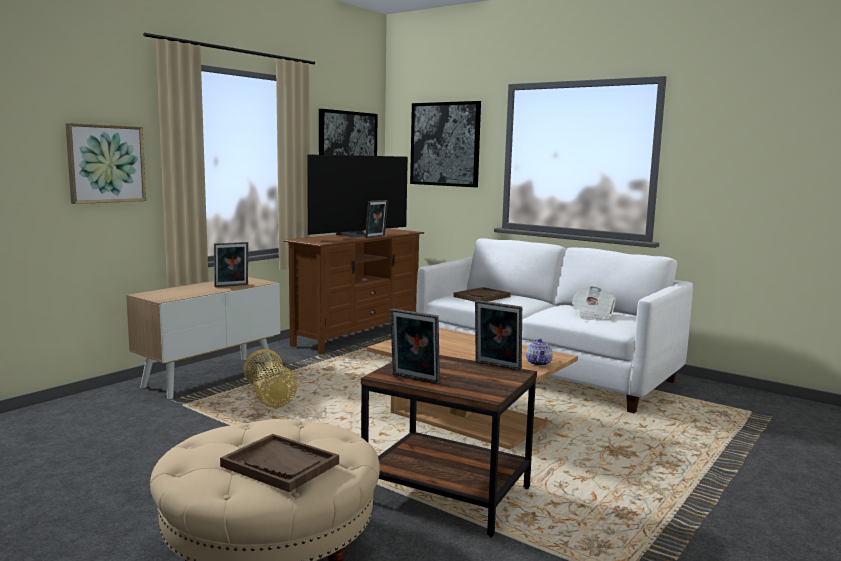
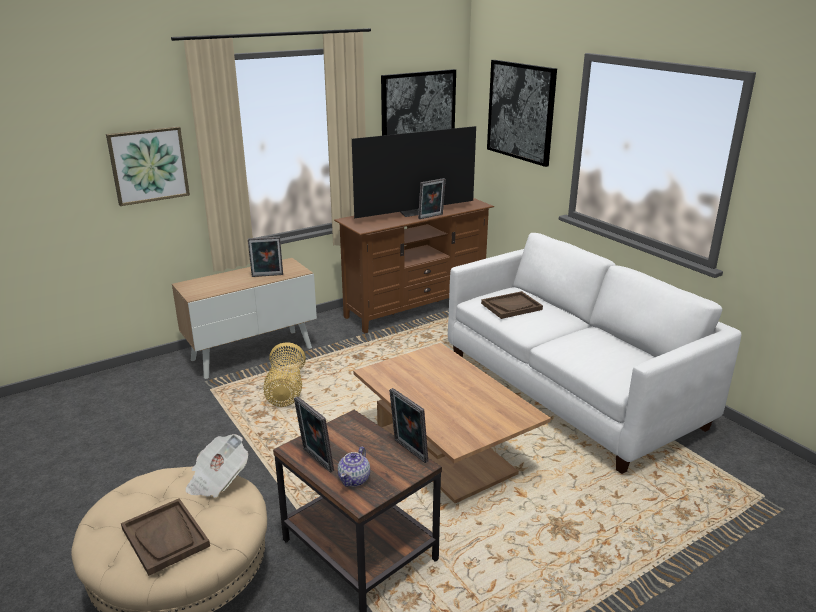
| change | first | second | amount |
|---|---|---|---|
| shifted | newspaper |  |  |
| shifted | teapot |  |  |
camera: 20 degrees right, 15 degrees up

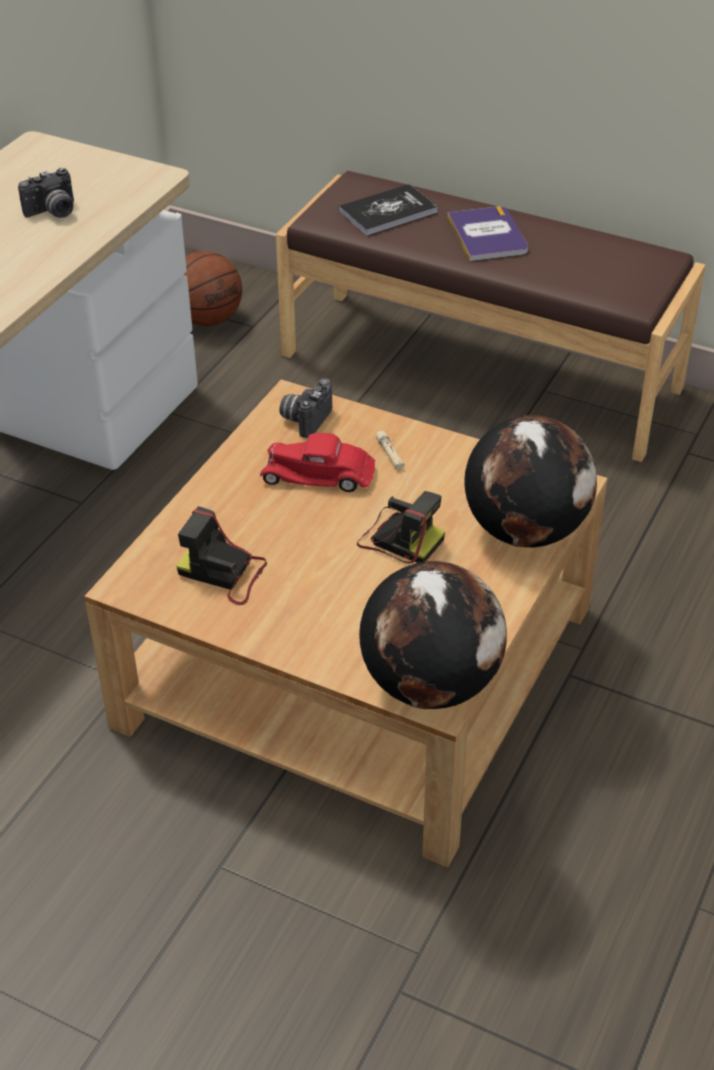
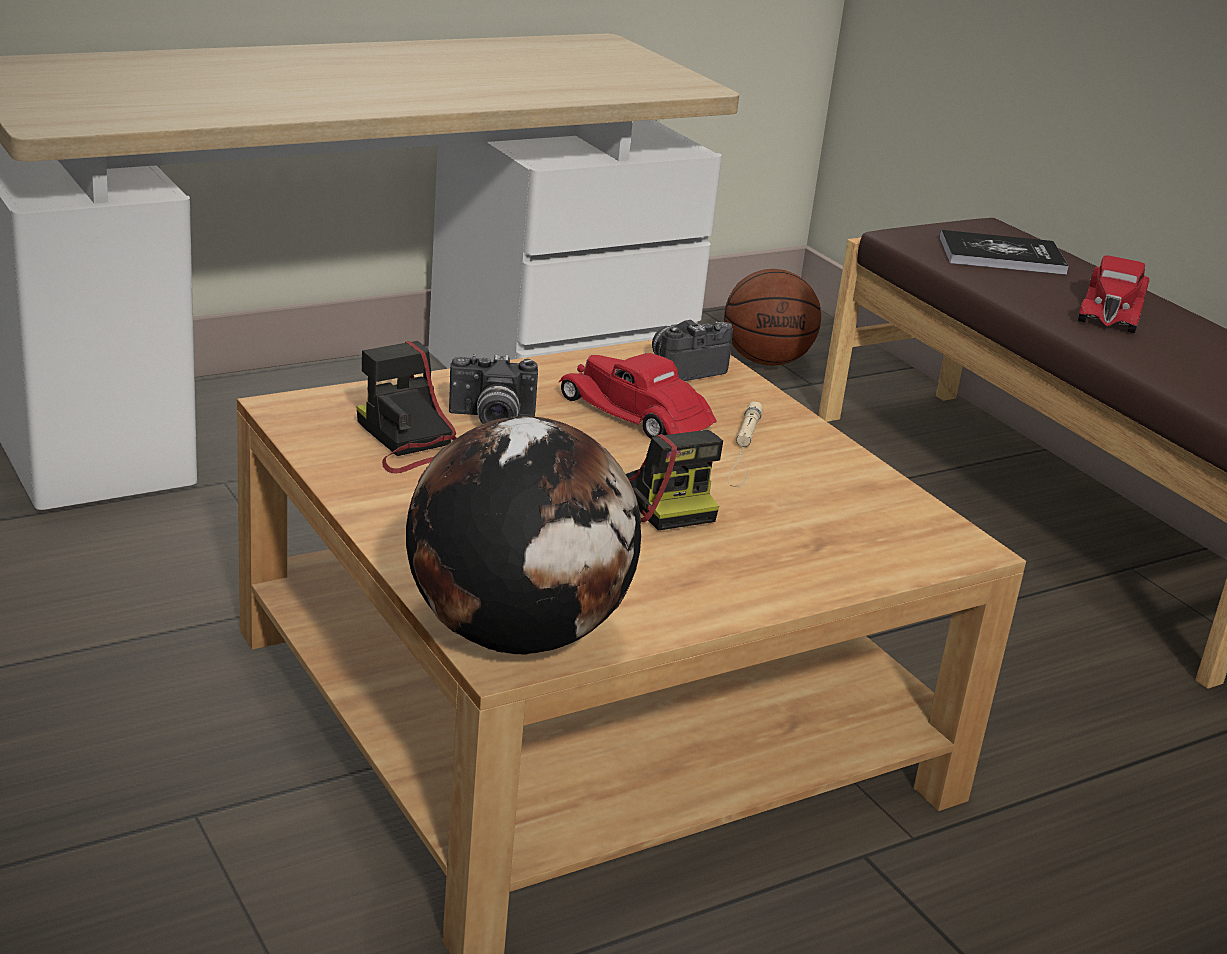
| change | first | second | amount |
|---|---|---|---|
| shifted | photo camera (no. 1 from left in the first image) | photo camera (no. 2 from left) |  |
| swapped | book (no. 2 from left) | toy car in red (no. 2 from left) |  |
| gone | globe (no. 2 from left) |  |  |
camera: 30 degrees right, 15 degrees down

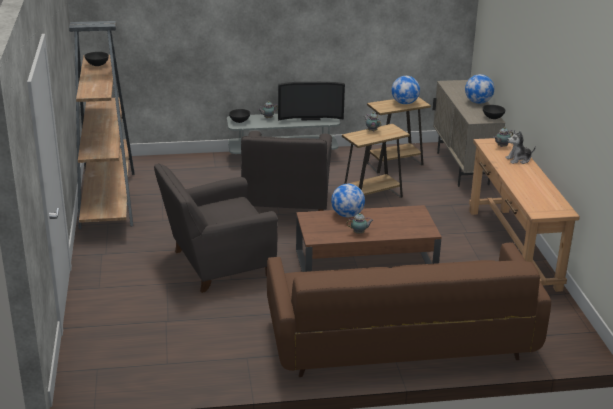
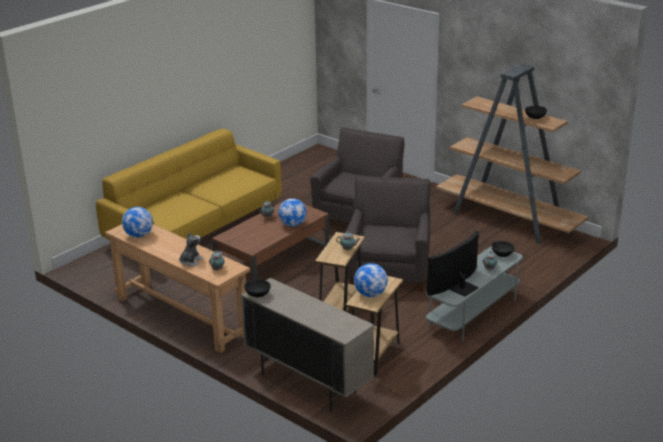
| change | first | second | amount |
|---|---|---|---|
| shifted | globe (no. 3 from left in the first image) | globe (no. 1 from left) |  |
| rotated | armchair in grey (no. 2 from left) |  | 45 degrees clockwise |
| repainted | sofa in brown | sofa in yellow |  |
camera: 140 degrees right, 0 degrees up

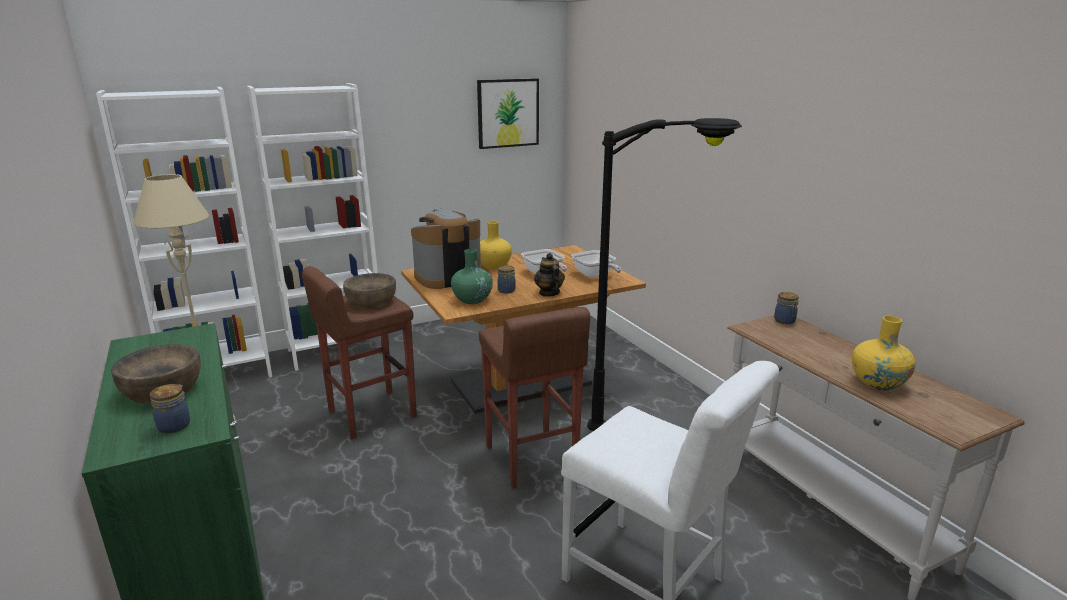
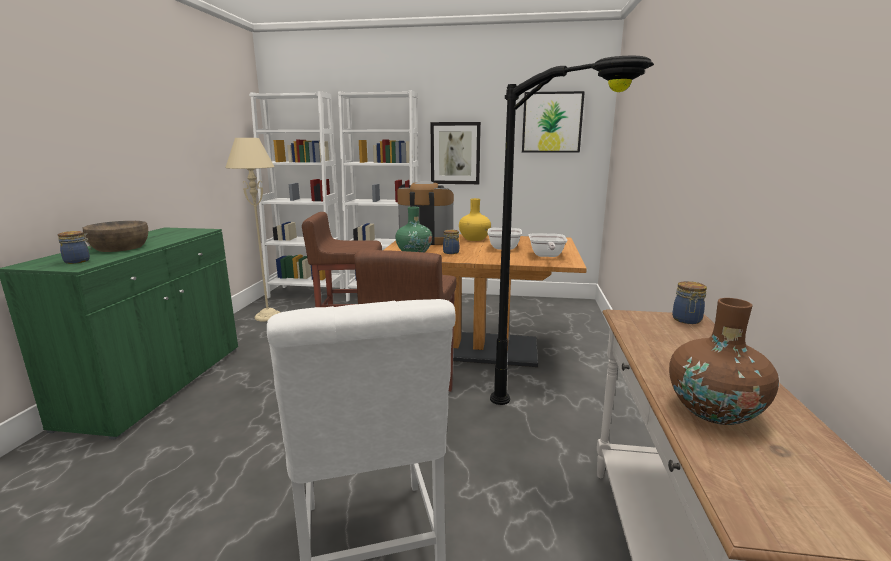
| change | first | second | amount |
|---|---|---|---|
| gone | teapot |  |  |
| gone | bowl in brown (no. 2 from left) |  |  |
| repainted | vase in yellow (no. 2 from left) | vase in brown |  |
| new |  | picture (no. 1 from left) |  |
camera: 35 degrees right, 5 degrees down

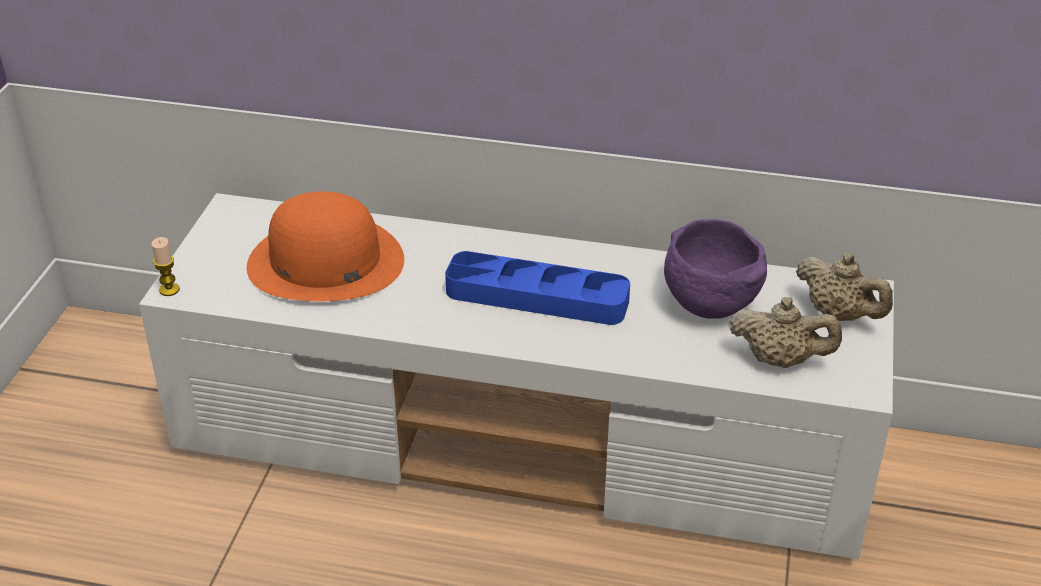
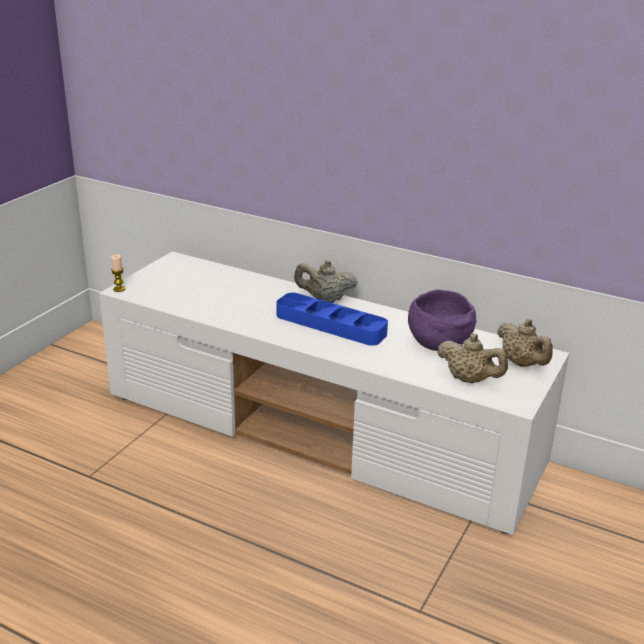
| change | first | second | amount |
|---|---|---|---|
| gone | hat in orange |  |  |
| new |  | teapot in beige (no. 1 from left) |  |
camera: 15 degrees right, 10 degrees down

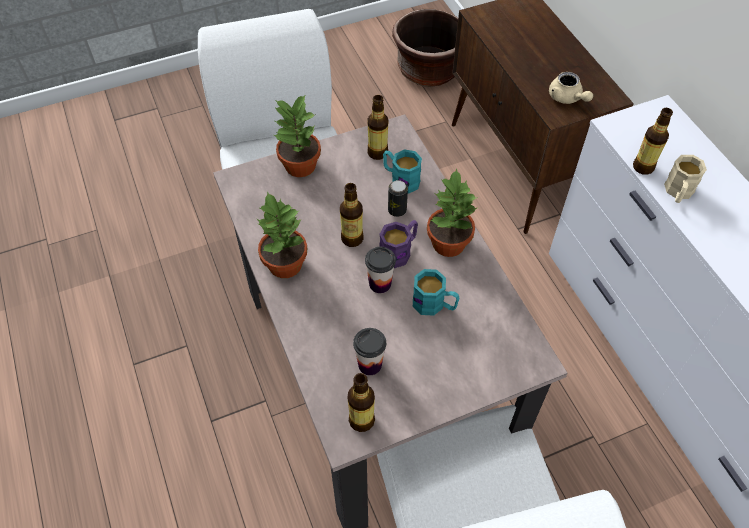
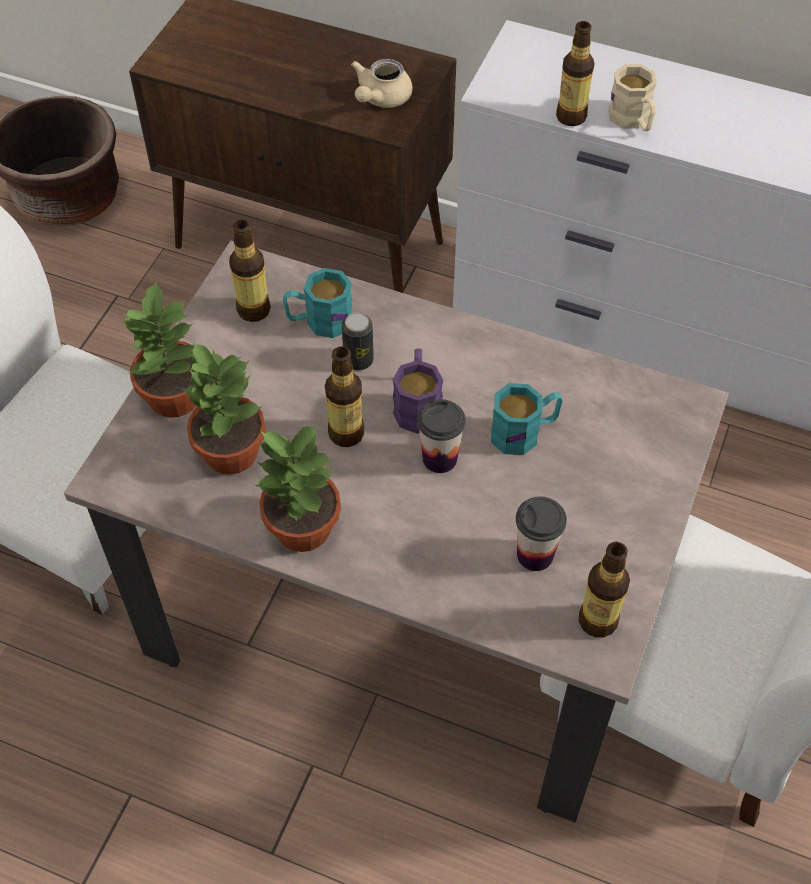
| change | first | second | amount |
|---|---|---|---|
| rotated | teapot in beige |  | 105 degrees clockwise |
| shifted | potted plant (no. 3 from left in the first image) | potted plant (no. 2 from left) |  |
camera: 45 degrees left, 0 degrees up

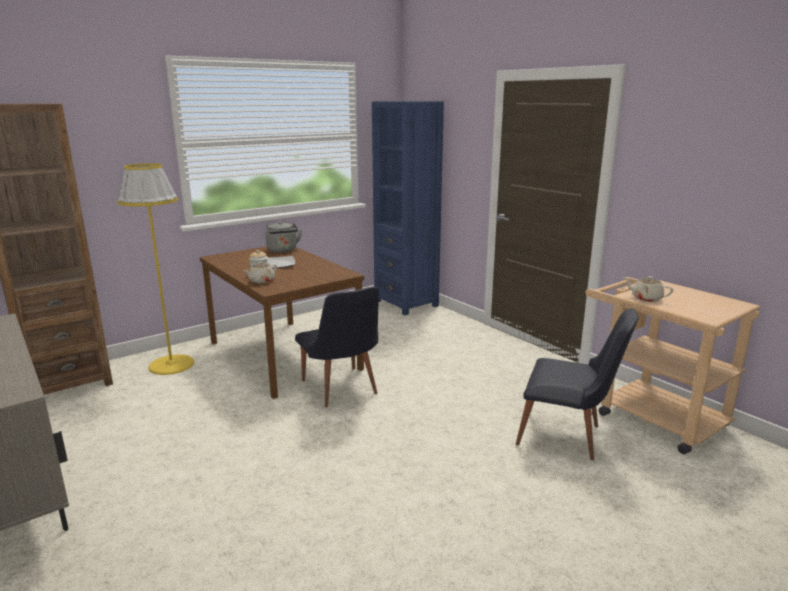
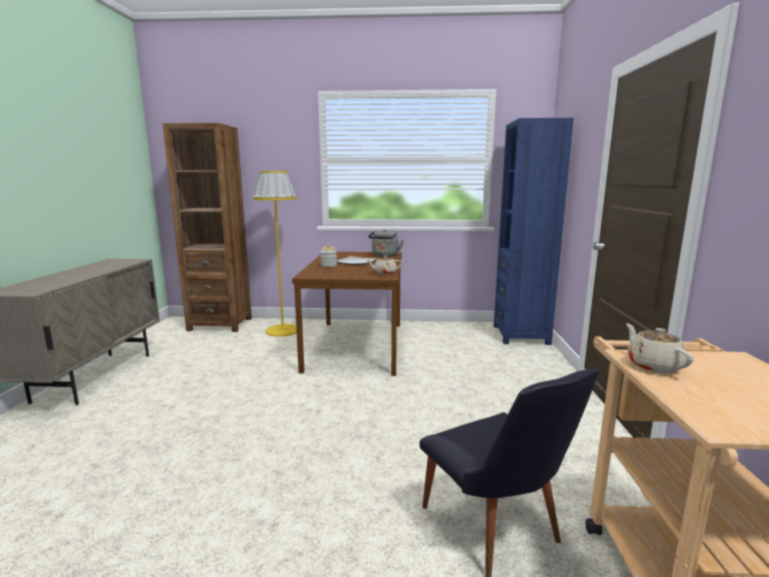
| change | first | second | amount |
|---|---|---|---|
| shifted | teapot in beige (no. 1 from left) |  |  |
| gone | chair in black (no. 1 from left) |  |  |
camera: 40 degrees right, 5 degrees down

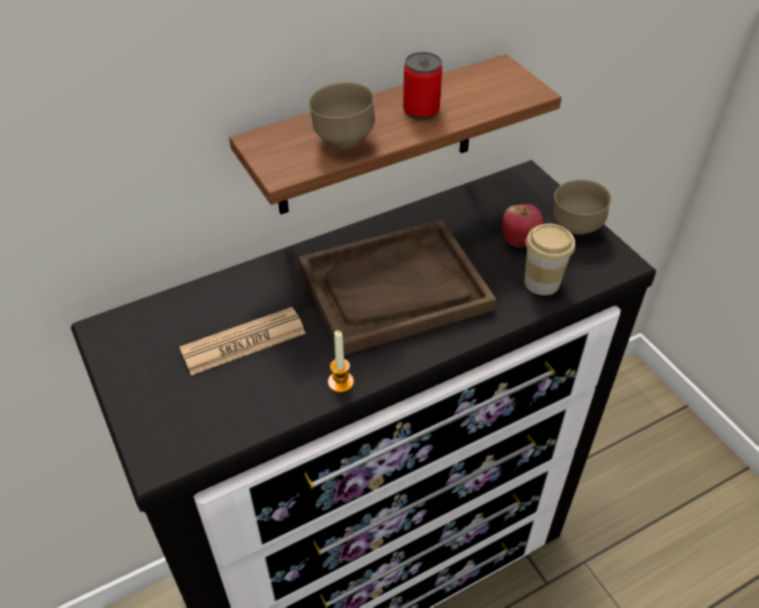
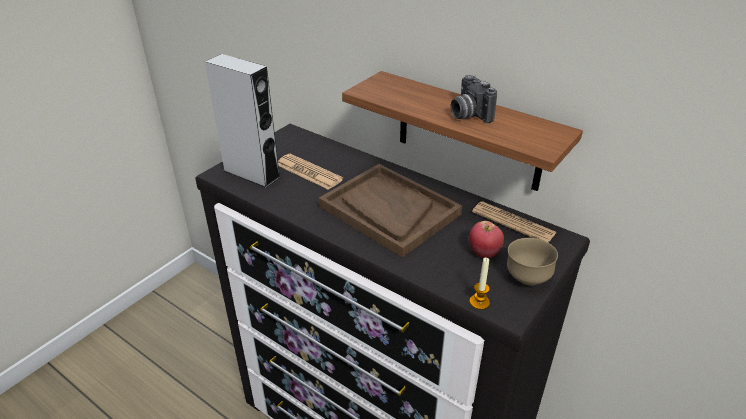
| change | first | second | amount |
|---|---|---|---|
| swapped | can | photo camera |  |
| gone | bowl in brown (no. 1 from left) |  |  |
| gone | cup |  |  |
| shifted | candle |  |  |
| new |  | speaker in grey |  |
| new |  | newspaper (no. 2 from left) |  |
camera: 65 degrees right, 10 degrees down

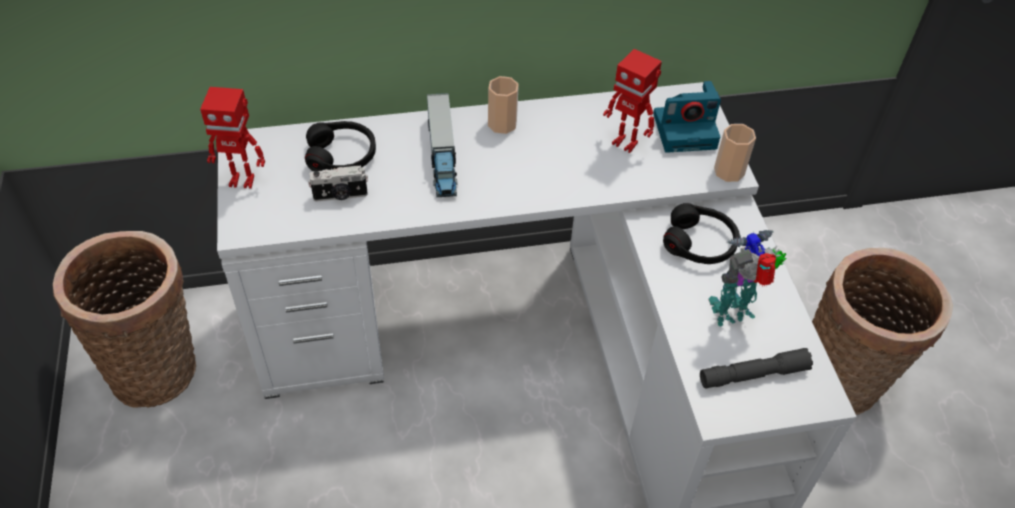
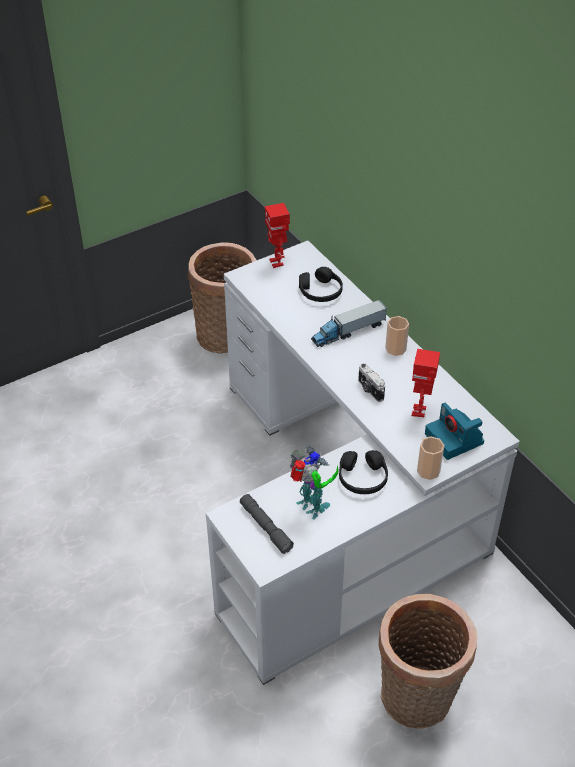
| change | first | second | amount |
|---|---|---|---|
| shifted | photo camera (no. 1 from left) |  |  |
camera: 70 degrees right, 5 degrees down

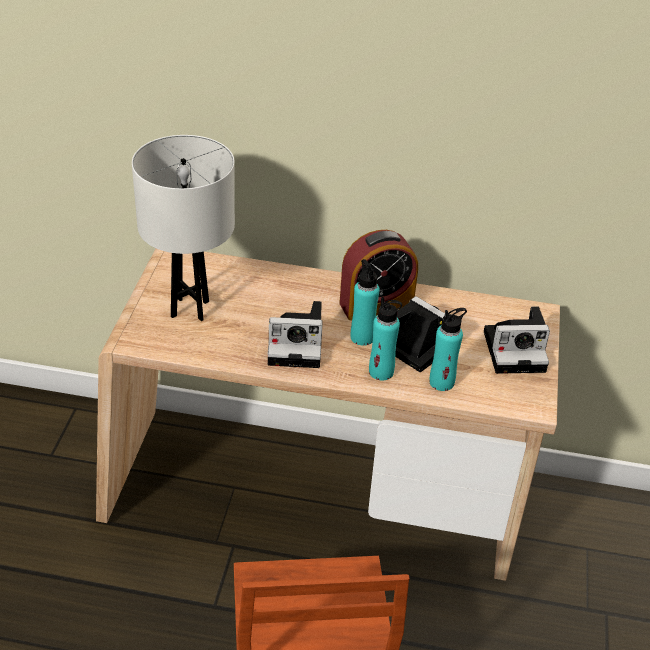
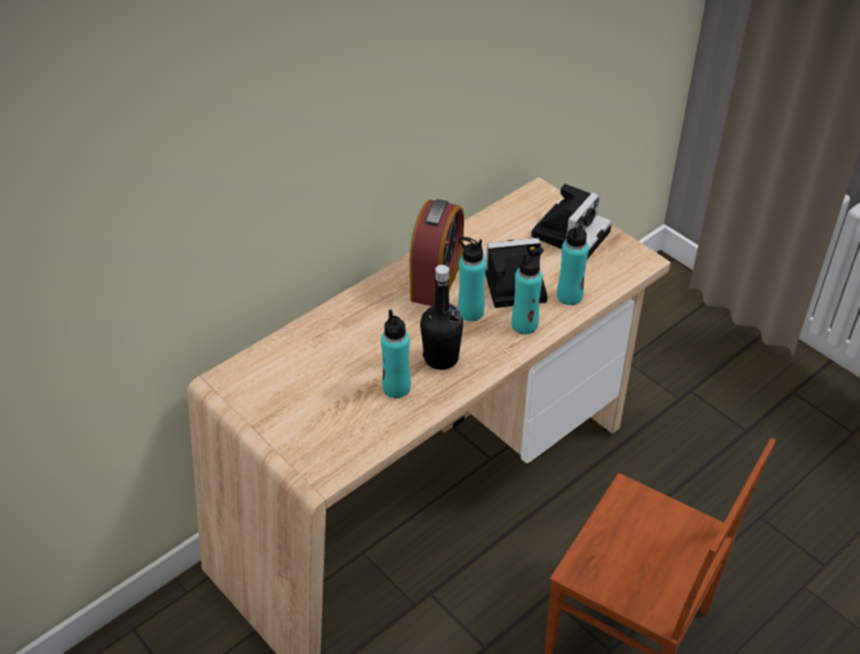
| change | first | second | amount |
|---|---|---|---|
| gone | table lamp in white |  |  |
| swapped | photo camera (no. 1 from left) | bottle in black |  |
| new |  | bottle in turquoise (no. 1 from left) |  |
camera: 50 degrees left, 5 degrees up

